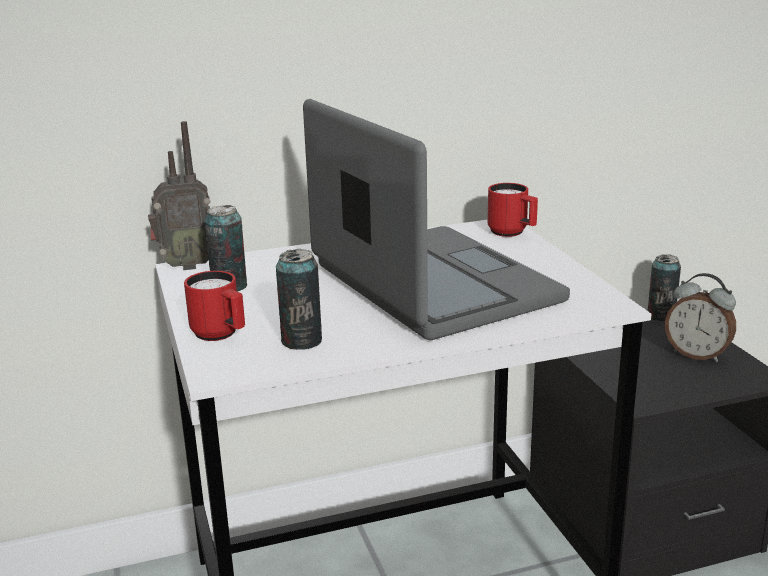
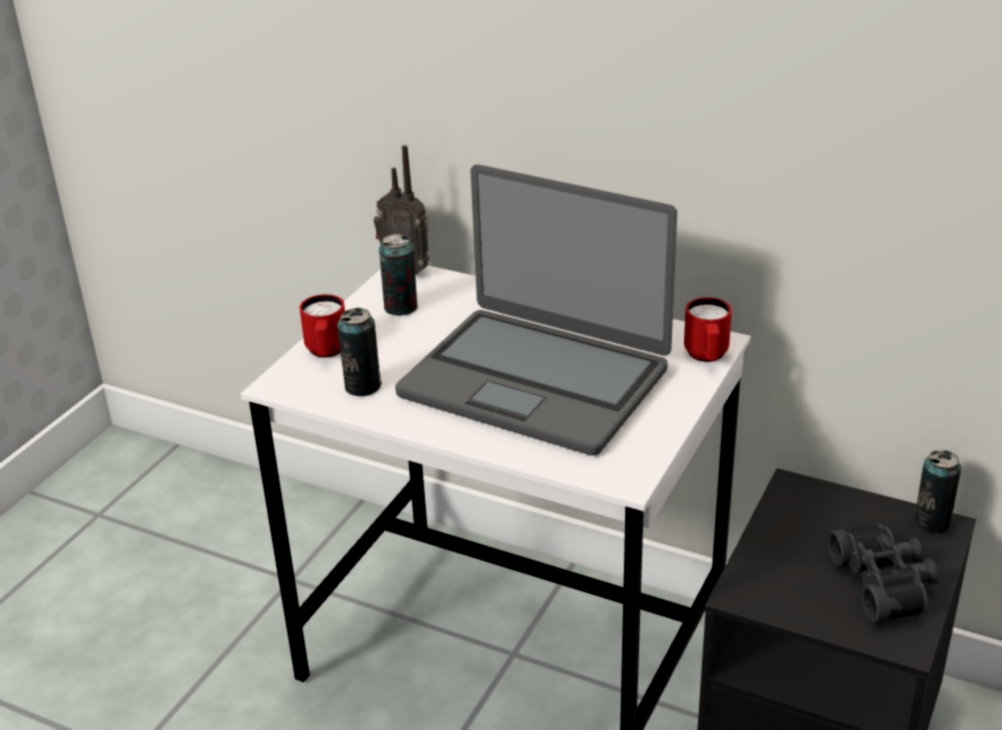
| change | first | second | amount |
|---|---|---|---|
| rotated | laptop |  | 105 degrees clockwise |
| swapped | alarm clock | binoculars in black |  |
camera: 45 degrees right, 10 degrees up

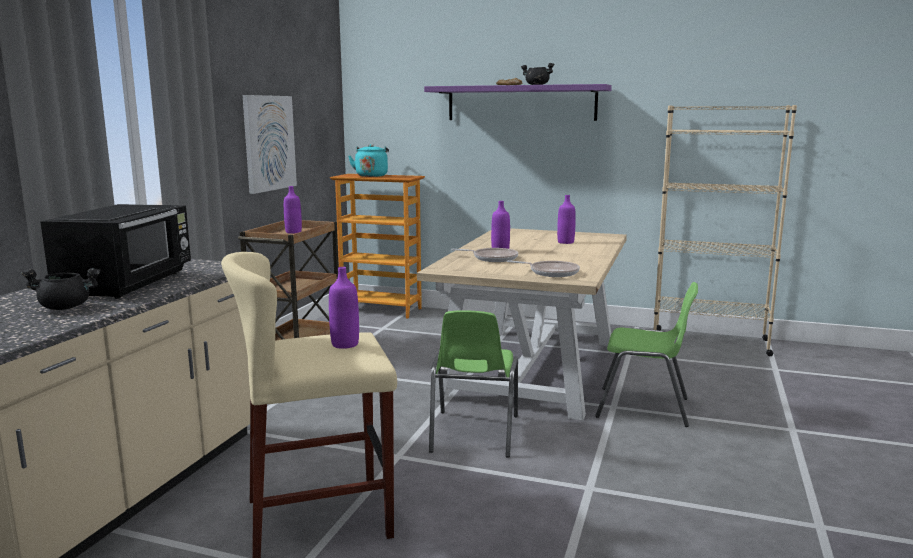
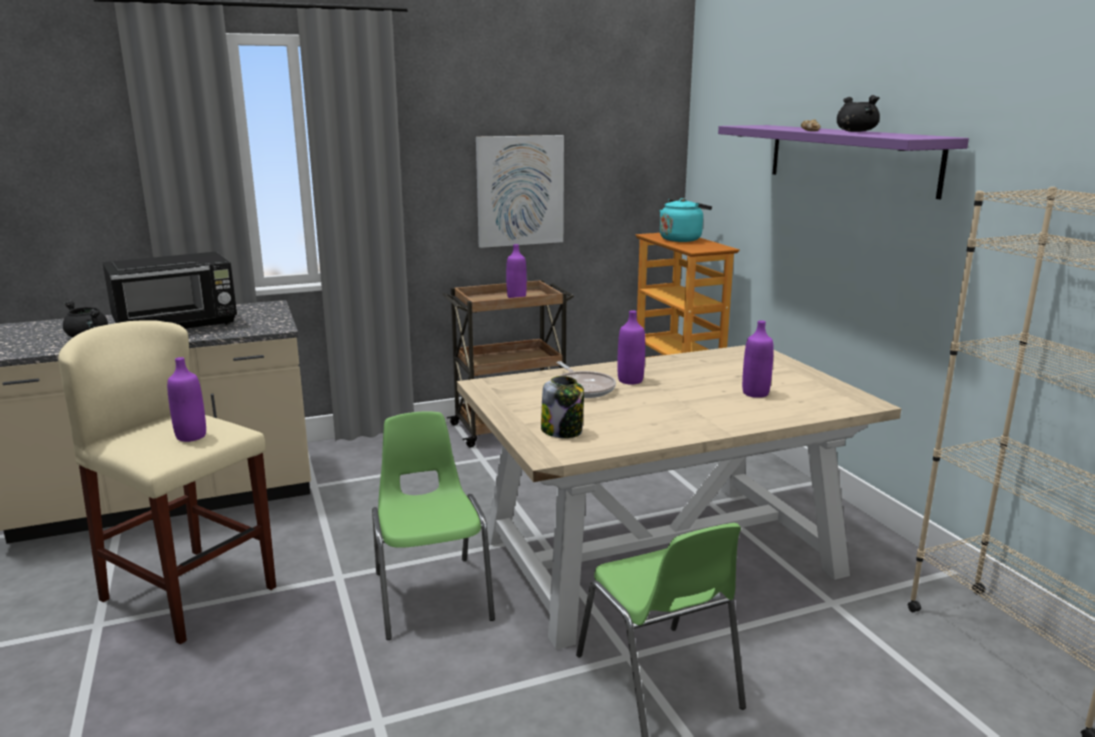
| change | first | second | amount |
|---|---|---|---|
| swapped | frying pan (no. 2 from left) | jar |  |
| rotated | chair in green (no. 1 from left) |  | 105 degrees clockwise |
camera: 50 degrees right, 5 degrees up

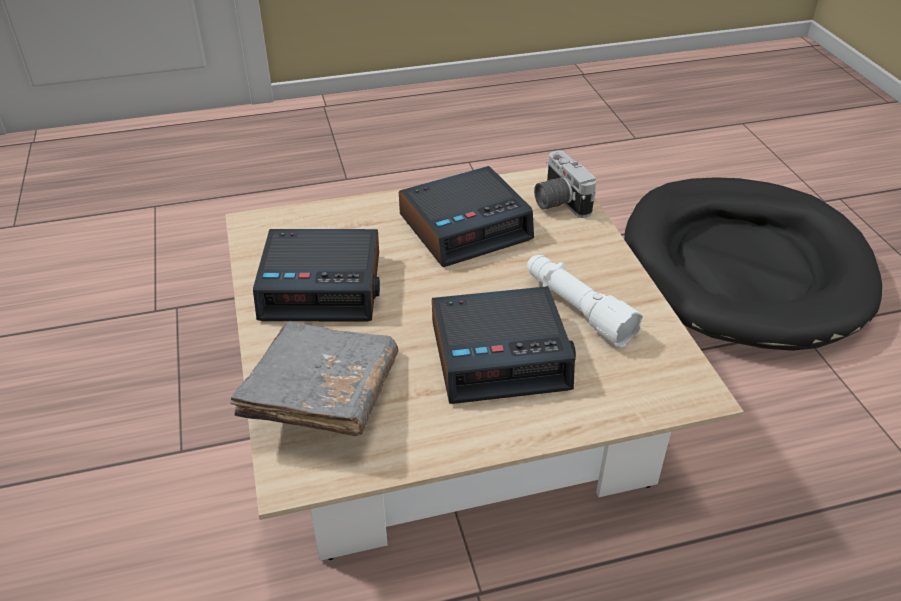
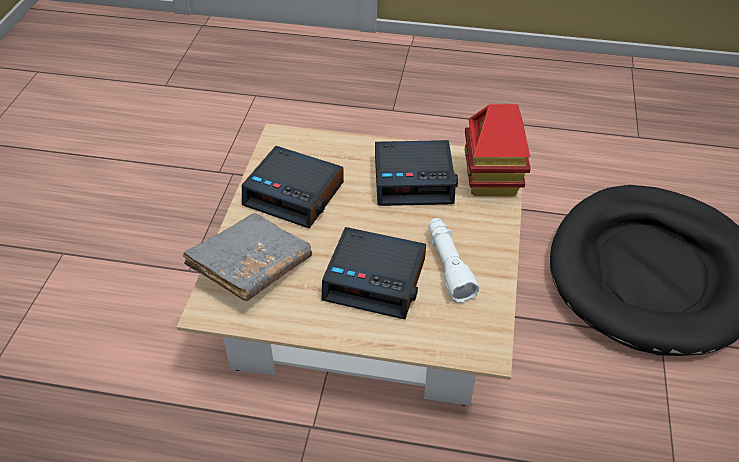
| change | first | second | amount |
|---|---|---|---|
| swapped | photo camera | toy house |  |
camera: 25 degrees right, 5 degrees up

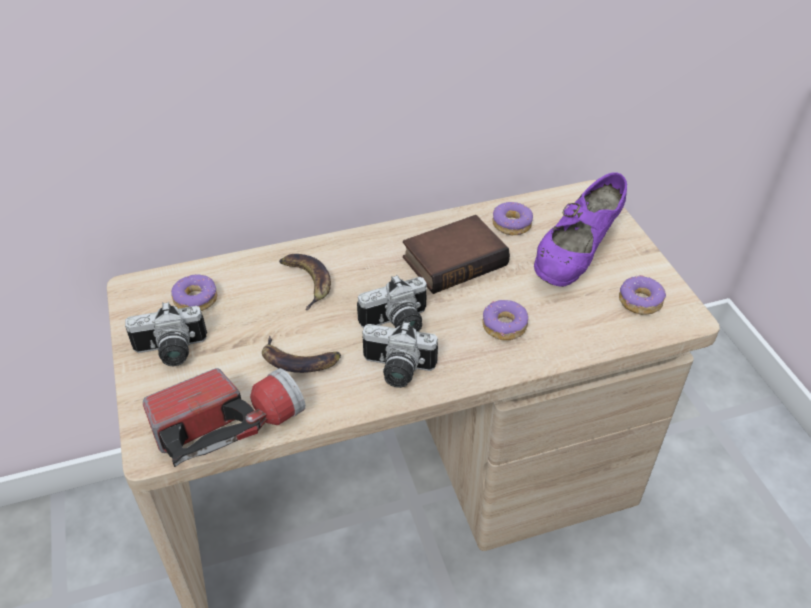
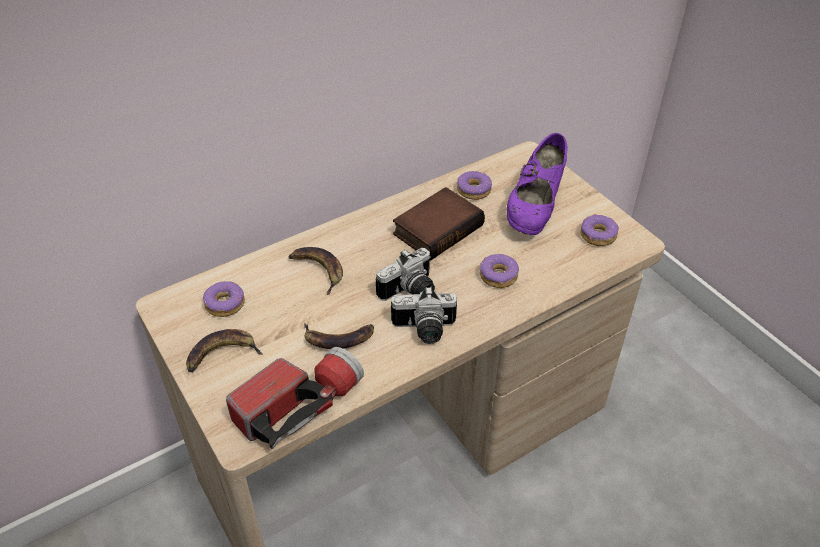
| change | first | second | amount |
|---|---|---|---|
| swapped | photo camera (no. 1 from left) | banana (no. 1 from left) |  |
camera: 15 degrees left, 0 degrees up

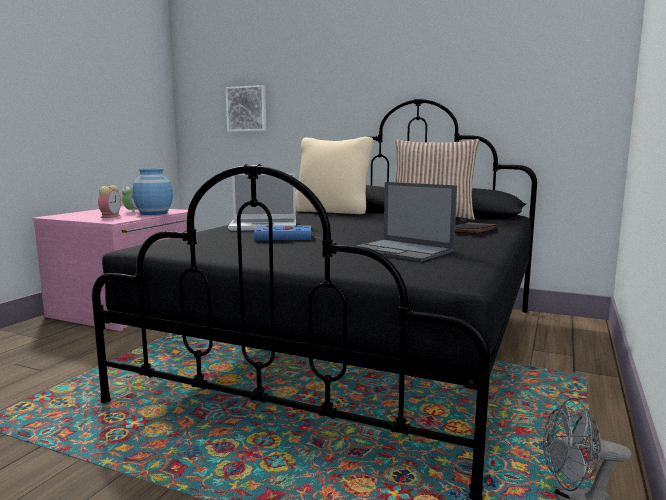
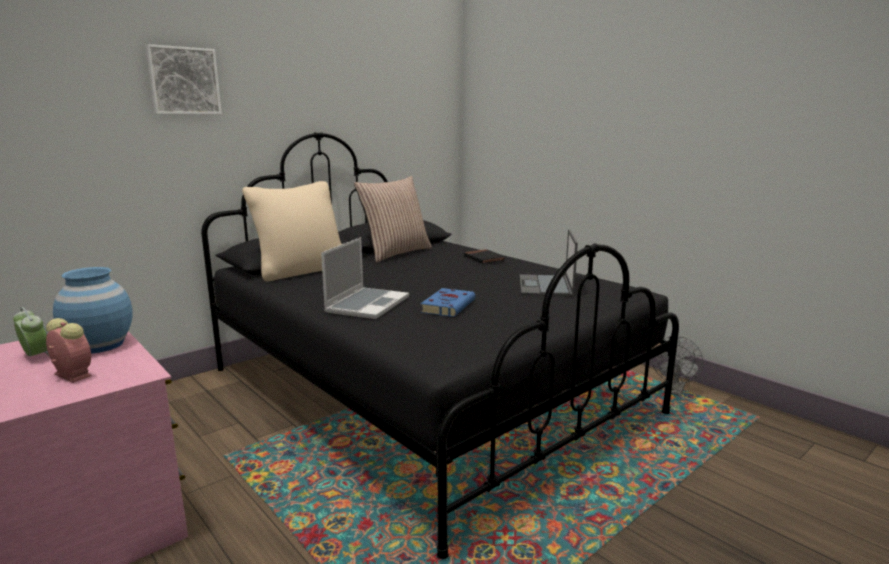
| change | first | second | amount |
|---|---|---|---|
| shifted | picture |  |  |
| rotated | laptop (no. 2 from left) |  | 120 degrees clockwise |
camera: 65 degrees left, 5 degrees up

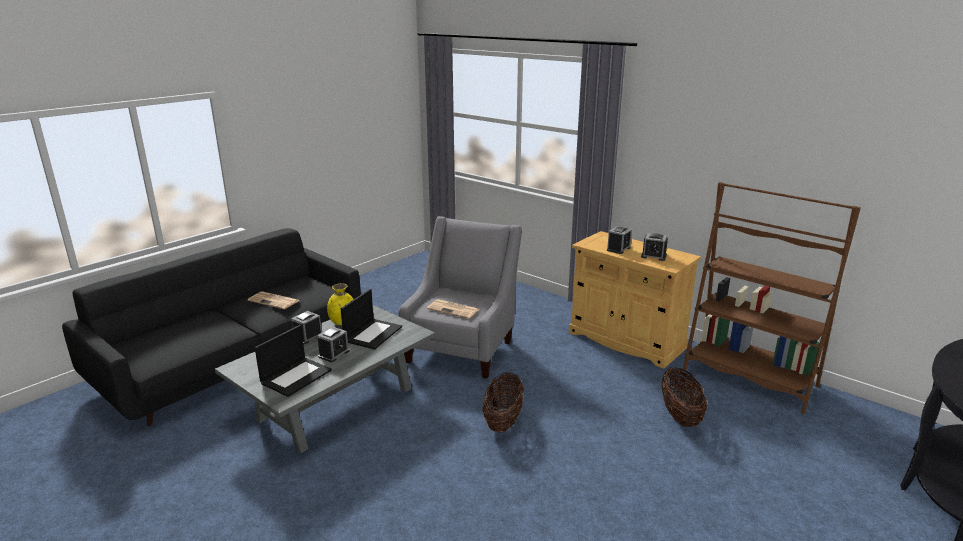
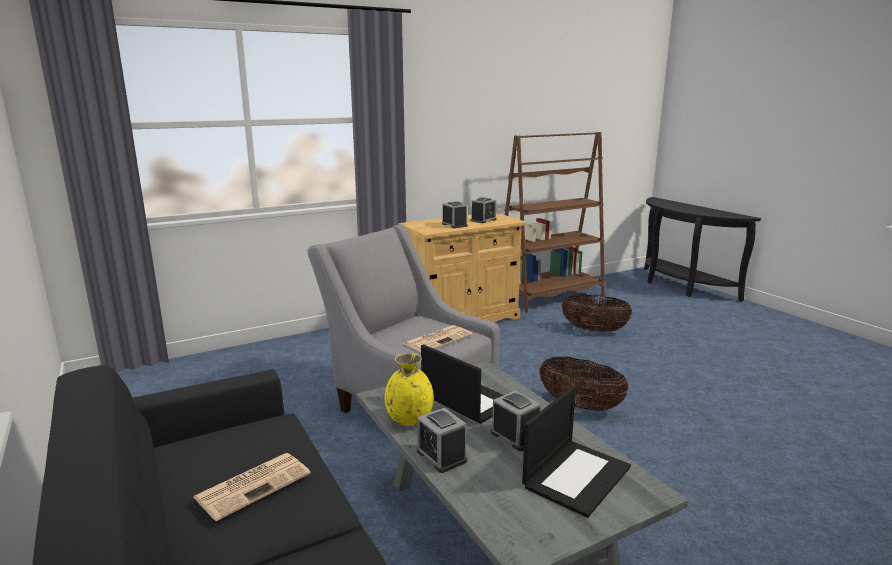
| change | first | second | amount |
|---|---|---|---|
| rotated | laptop (no. 1 from left in the first image) | laptop (no. 2 from left) | 75 degrees clockwise |
camera: 70 degrees left, 5 degrees down

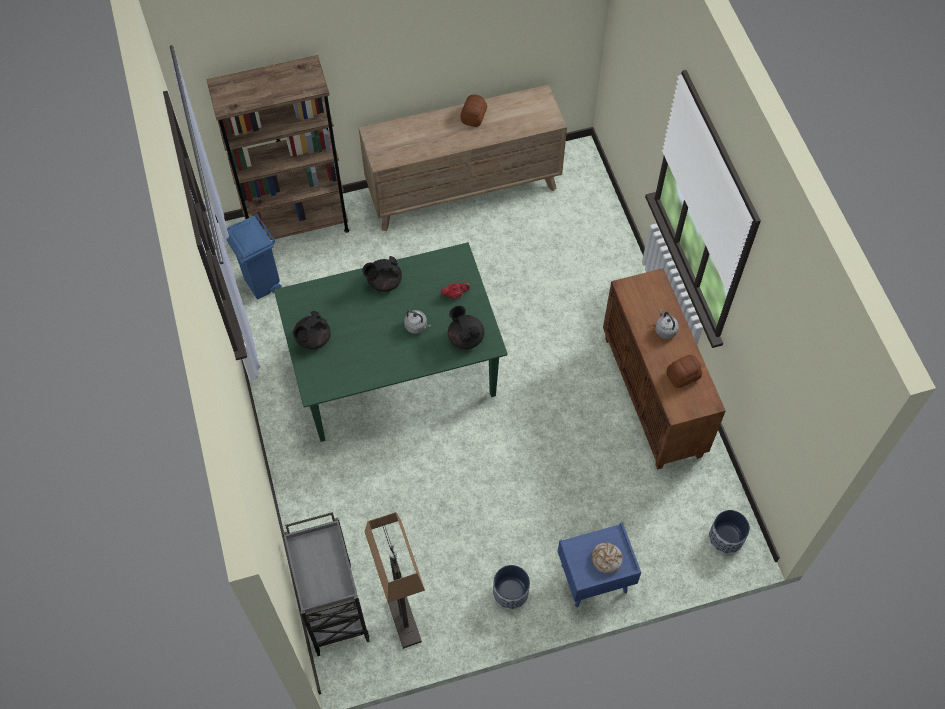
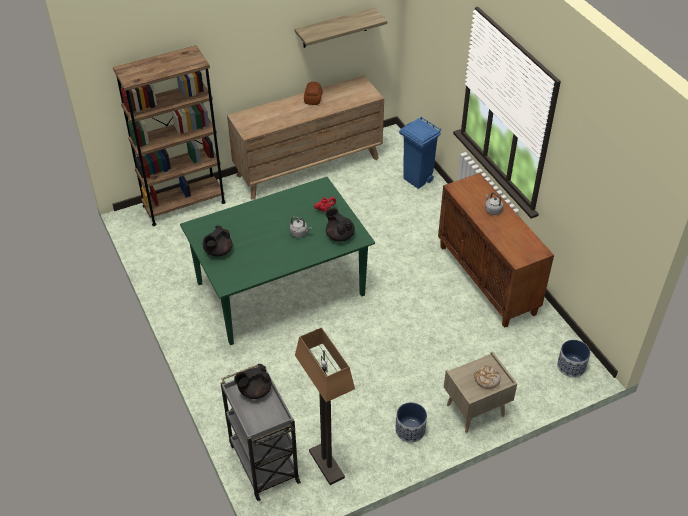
| change | first | second | amount |
|---|---|---|---|
| shifted | trash can in blue |  |  |
| shifted | teapot in black (no. 2 from left) |  |  |
| gone | bread (no. 3 from left) |  |  |
| repainted | nightstand in blue | nightstand in beige |  |
| new |  | shelf |  |
camera: 10 degrees left, 15 degrees down

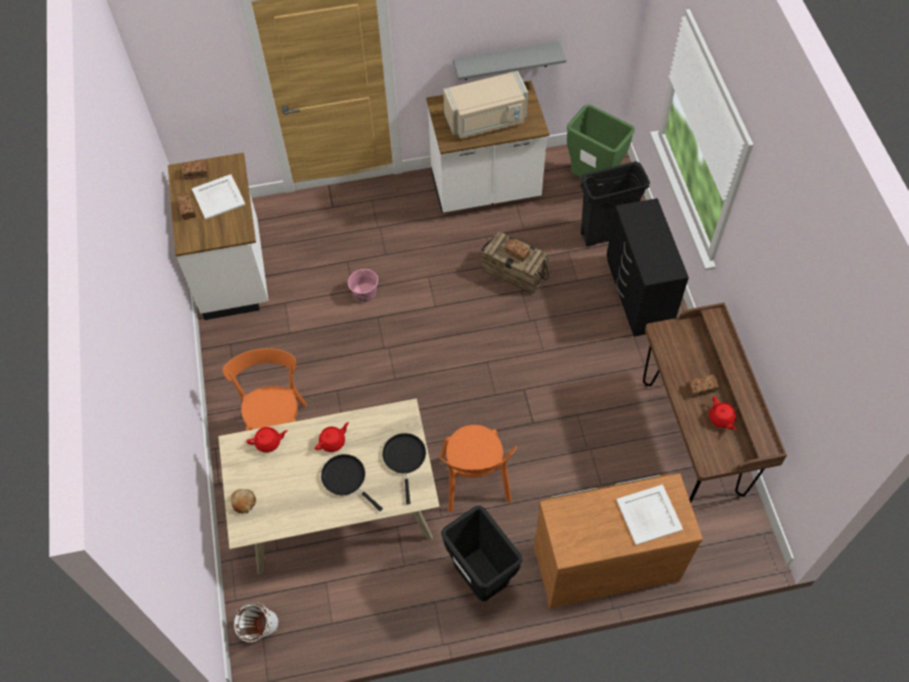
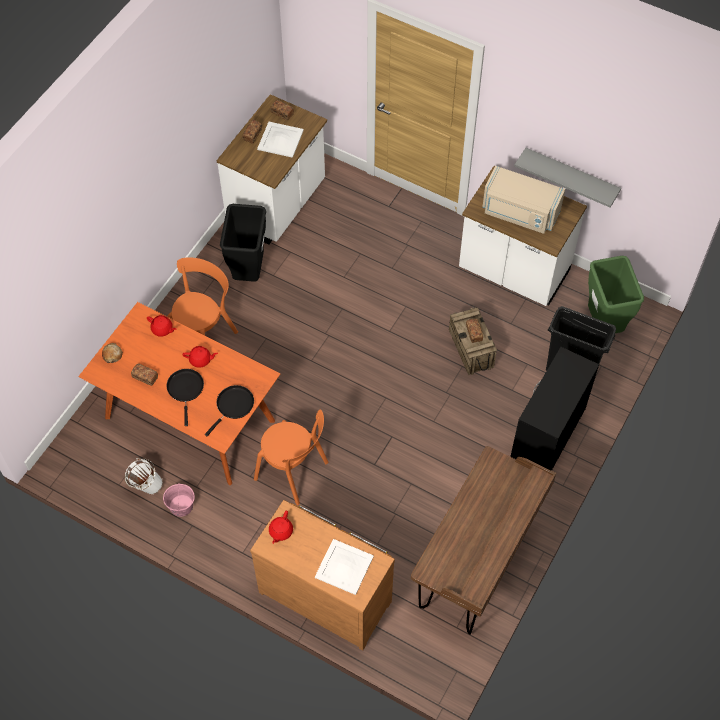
| change | first | second | amount |
|---|---|---|---|
| shifted | bucket in pink |  |  |
| shifted | bread (no. 5 from left in the first image) | bread (no. 2 from left) |  |
| shifted | teapot in red (no. 3 from left) |  |  |
| repainted | dining table in beige | dining table in orange |  |
| rotated | chair in orange (no. 2 from left) |  | 90 degrees counterclockwise |
| shifted | trash can in black (no. 1 from left) |  |  |
| shifted | bucket in white |  |  |
camera: 40 degrees right, 0 degrees up

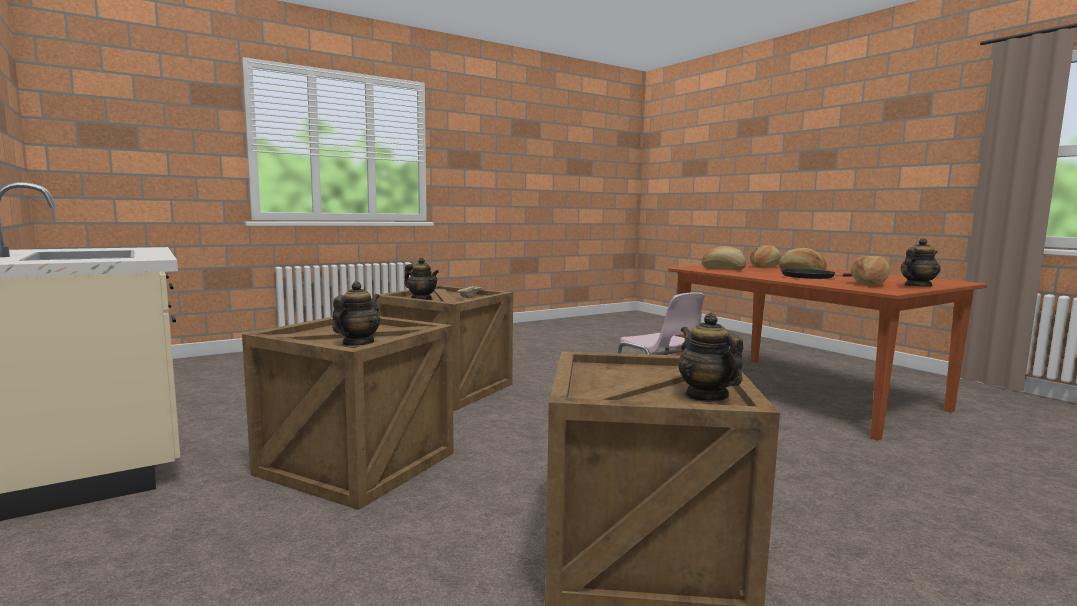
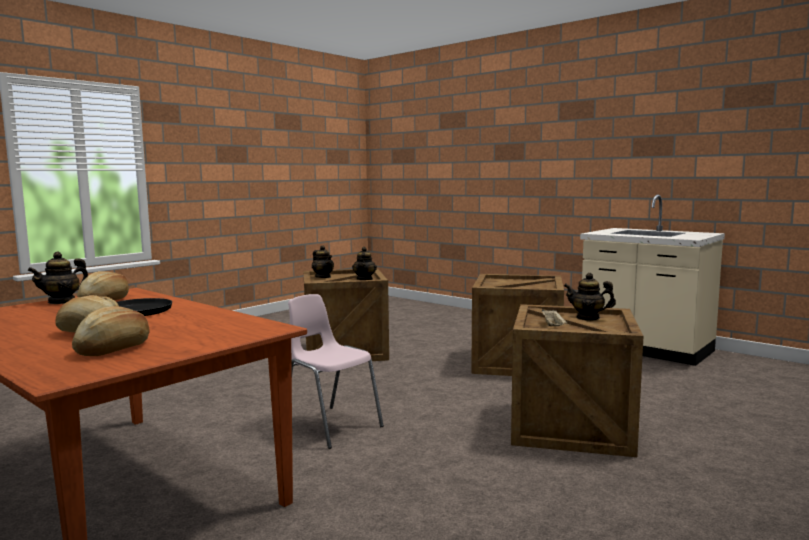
| change | first | second | amount |
|---|---|---|---|
| gone | bread (no. 1 from left) |  |  |
| shifted | teapot (no. 1 from left in the first image) | teapot (no. 3 from left) |  |
camera: 165 degrees right, 0 degrees up

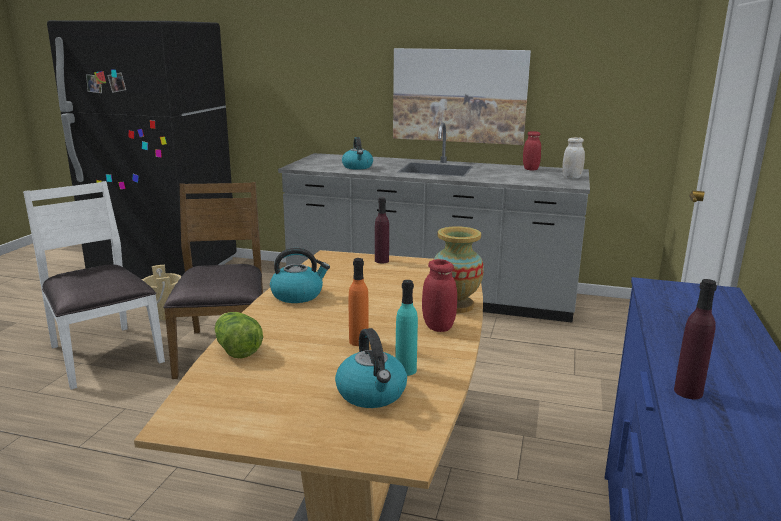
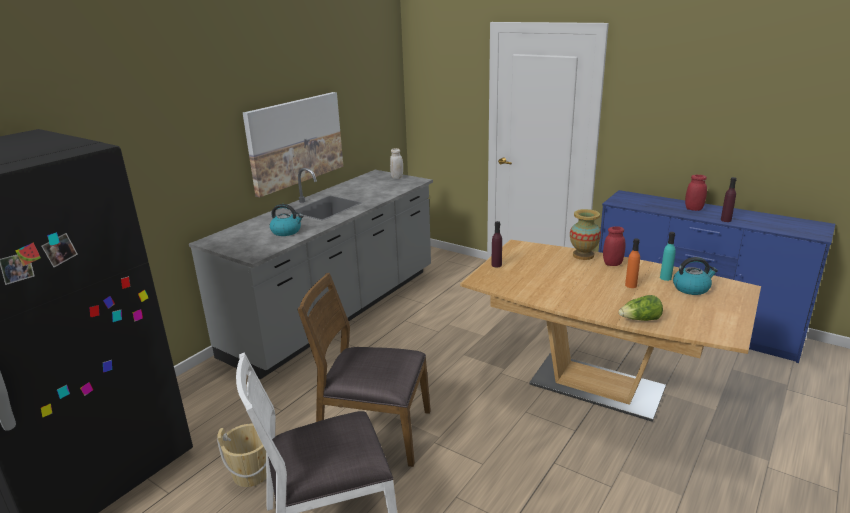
| change | first | second | amount |
|---|---|---|---|
| shifted | jar in red (no. 2 from left) |  |  |
| gone | kettle (no. 1 from left) |  |  |
camera: 70 degrees left, 5 degrees up

